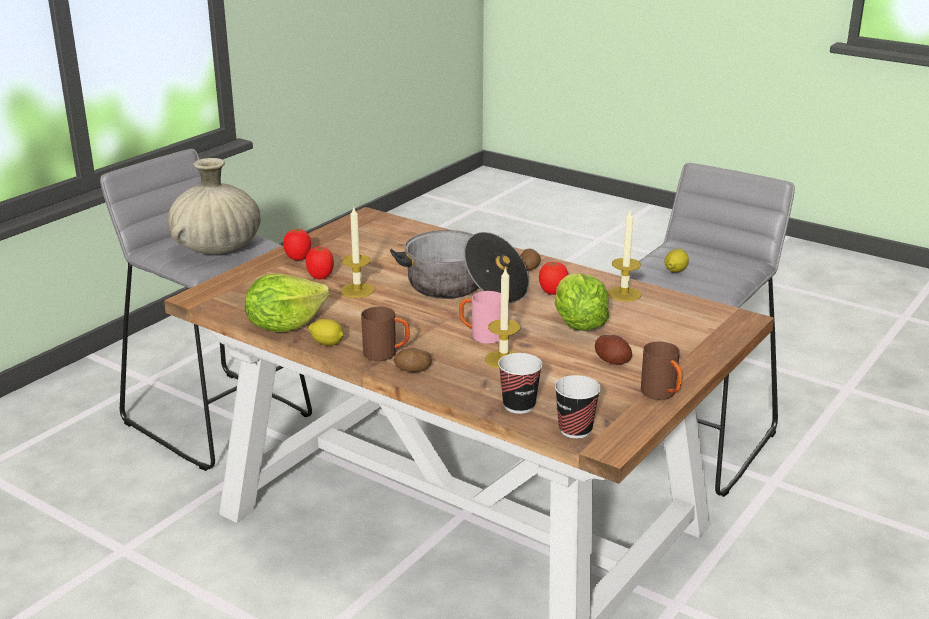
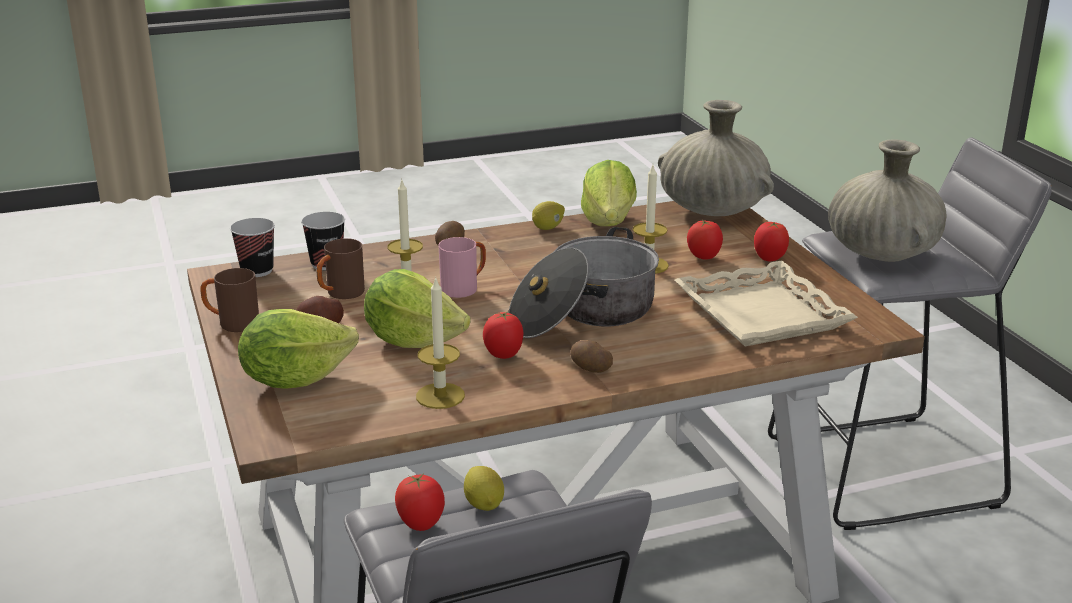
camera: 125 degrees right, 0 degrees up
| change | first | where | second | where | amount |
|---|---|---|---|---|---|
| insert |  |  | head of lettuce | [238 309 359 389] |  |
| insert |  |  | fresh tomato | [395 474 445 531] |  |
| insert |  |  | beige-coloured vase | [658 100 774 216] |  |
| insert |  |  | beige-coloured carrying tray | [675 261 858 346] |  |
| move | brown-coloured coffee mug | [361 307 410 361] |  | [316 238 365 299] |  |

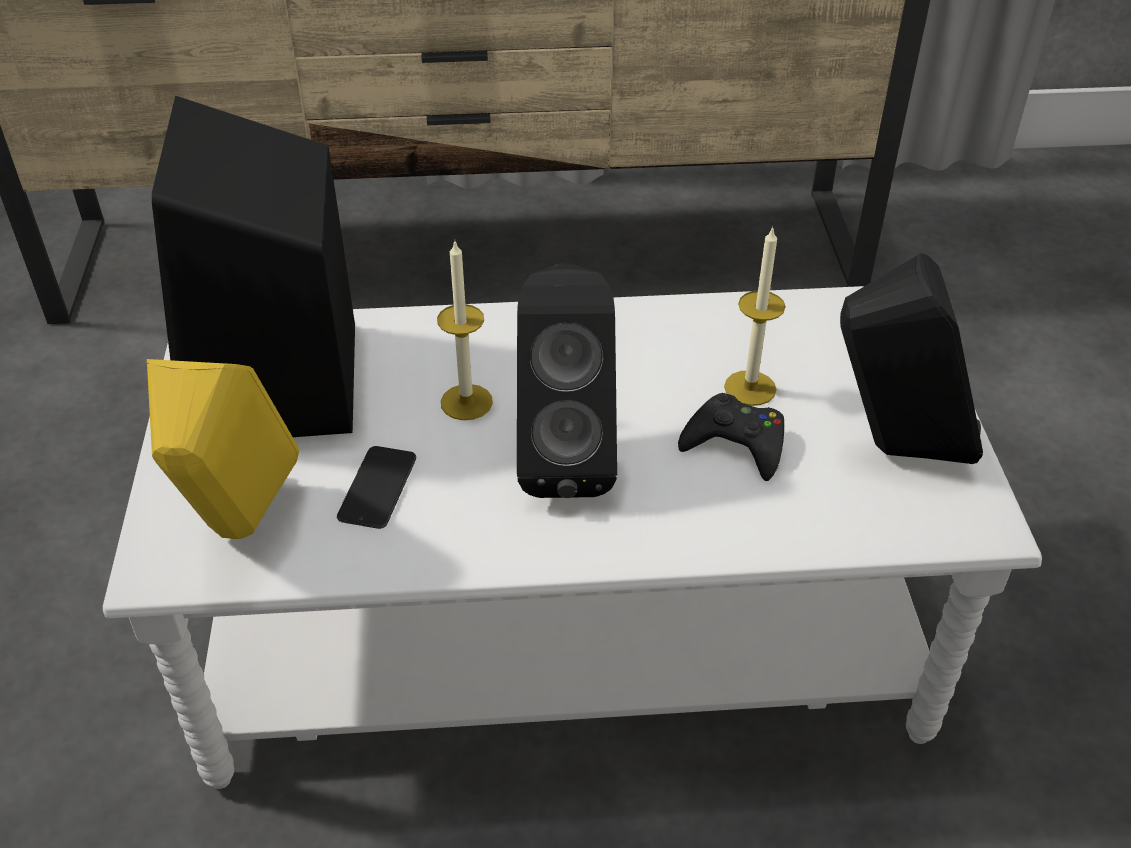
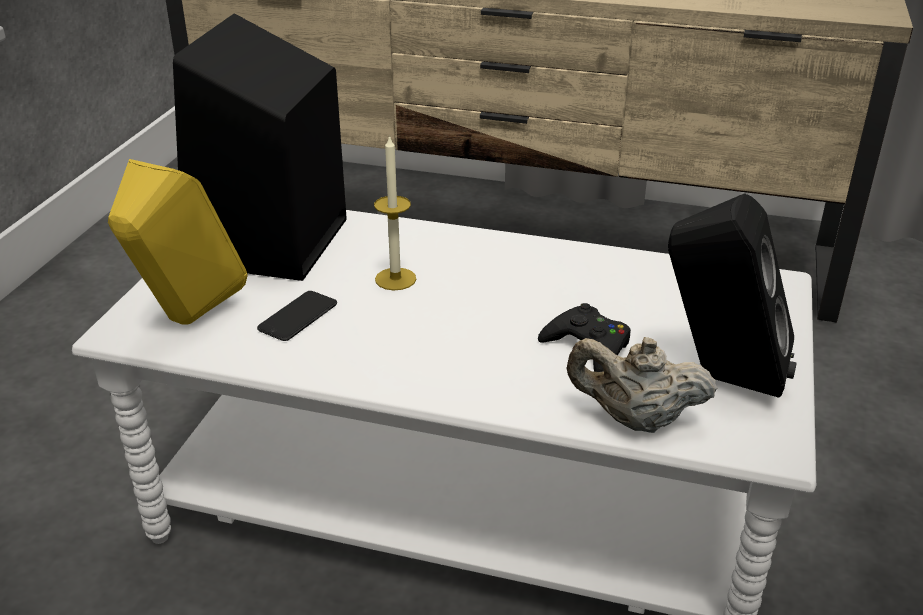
camera: 20 degrees right, 10 degrees down
| change | first | where | second | where | amount |
|---|---|---|---|---|---|
| delete | blackish loudspeaker | [517 263 617 498] |  |  |  |
| delete | wax light | [724 226 786 406] |  |  |  |
| insert |  |  | beige-coloured pot for tea | [566 337 717 433] |  |

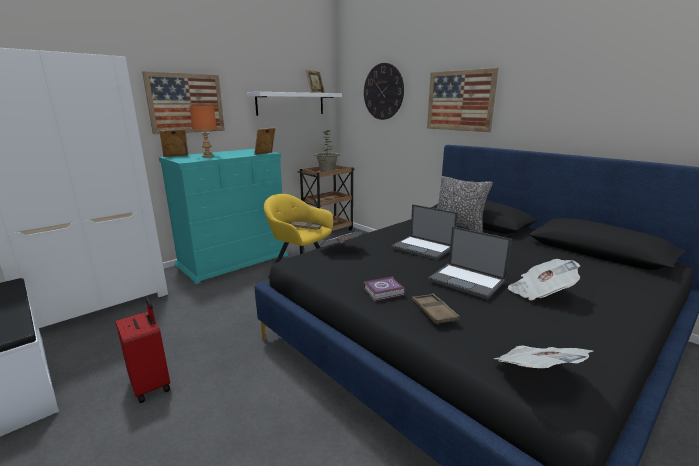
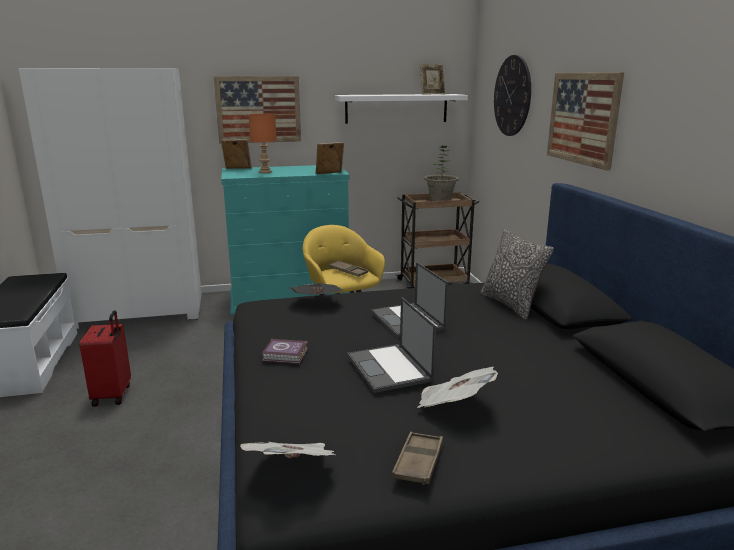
camera: 30 degrees right, 0 degrees up
| change | first | where | second | where | amount |
|---|---|---|---|---|---|
| move | brown-coloured carrying tray | [412 293 460 325] |  | [392 432 443 485] |  |

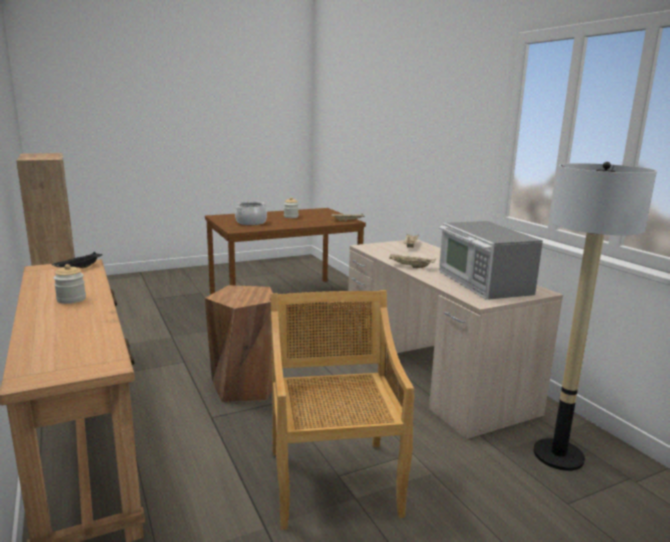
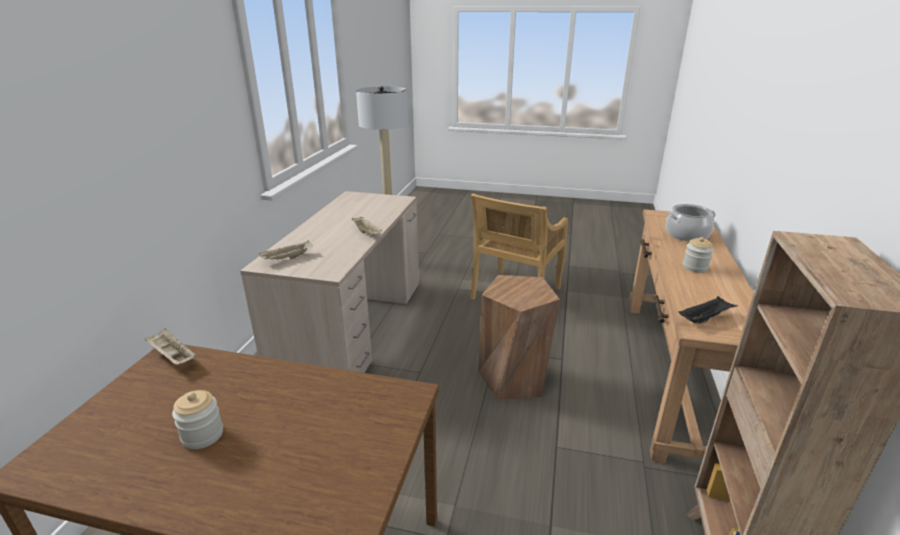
camera: 140 degrees left, 10 degrees up
| change | first | where | second | where | amount |
|---|---|---|---|---|---|
| delete | microwave | [439 221 543 300] |  |  |  |
| move | saucepot | [235 201 267 225] |  | [666 204 716 241] |  |

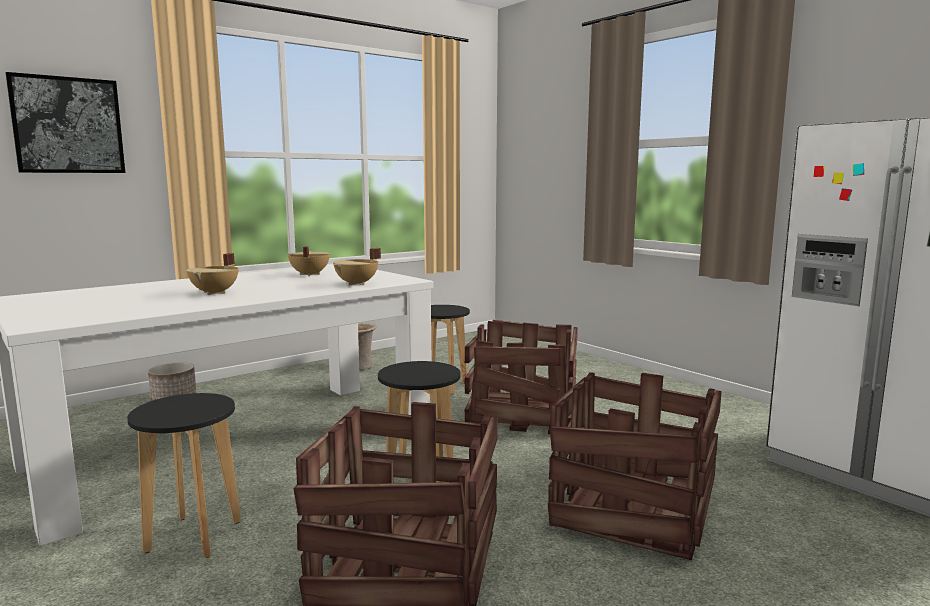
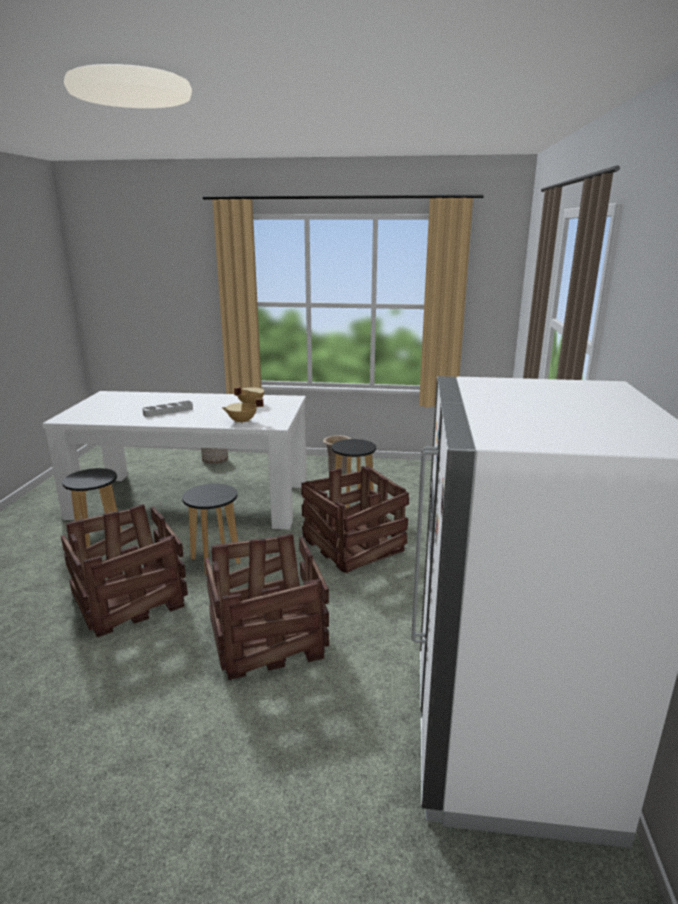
camera: 45 degrees right, 10 degrees up
| change | first | where | second | where | amount |
|---|---|---|---|---|---|
| delete | picture | [6 72 125 173] |  |  |  |
| replace | beige-coloured saucepot | [186 253 239 295] | greyish carrying tray | [142 401 193 417] |  |

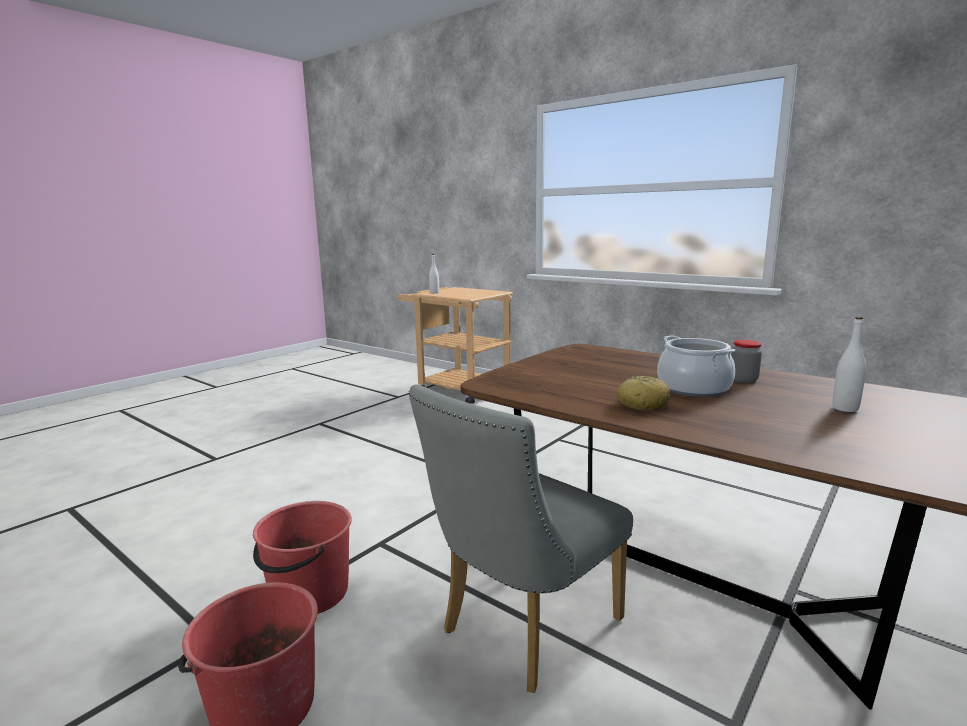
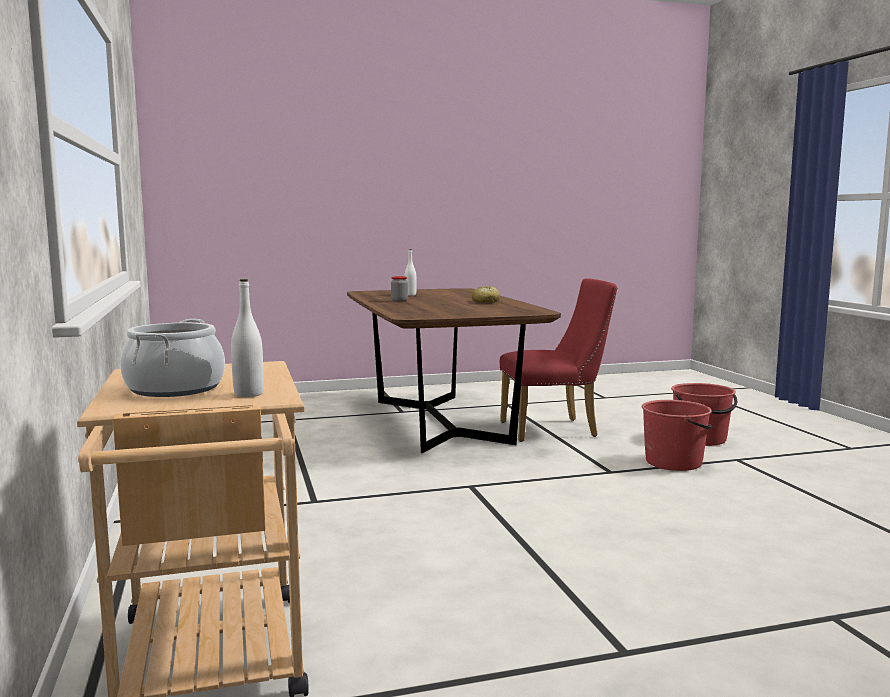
camera: 145 degrees left, 5 degrees down
| change | first | where | second | where | amount |
|---|---|---|---|---|---|
| move | saucepot | [657 336 736 397] |  | [120 319 225 397] |  |
| recolor | greyish plain chair | [408 384 633 693] | reddish plain chair | [500 279 617 442] |  |

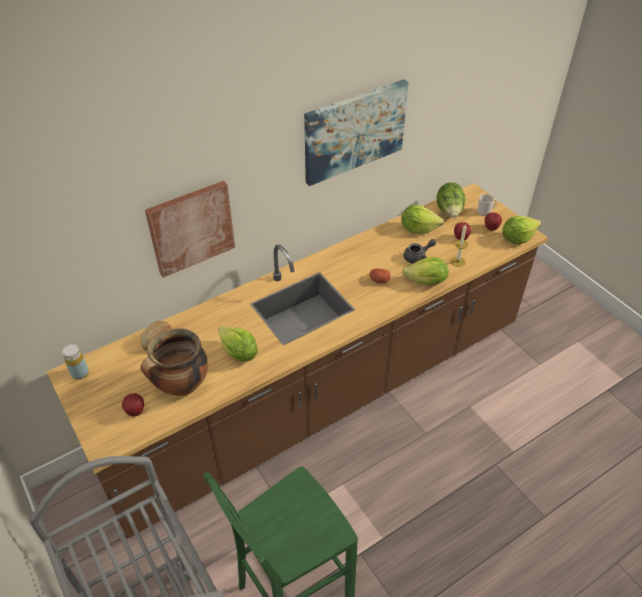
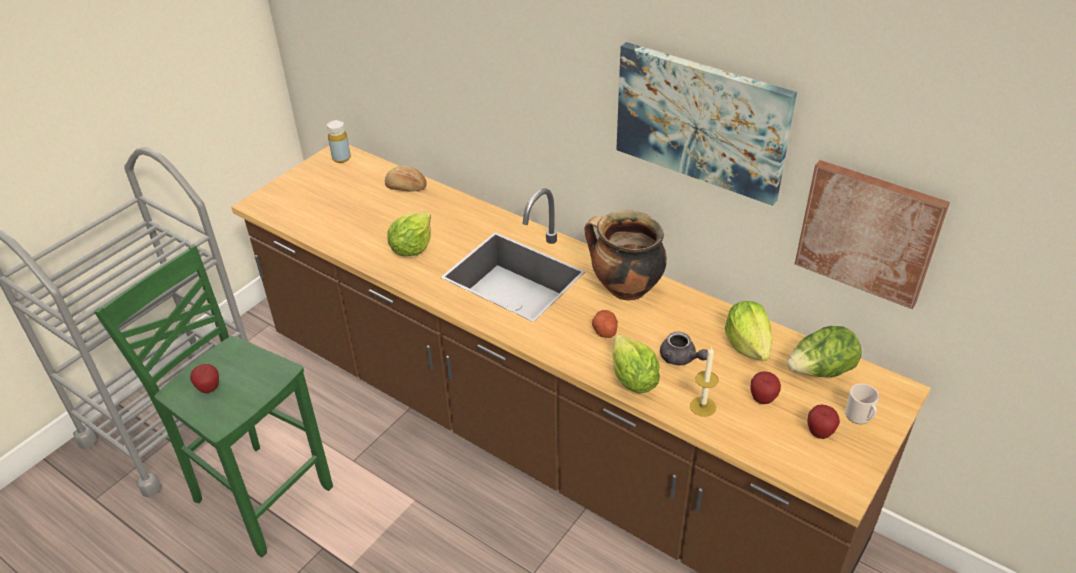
camera: 70 degrees right, 5 degrees down
| change | first | where | second | where | amount |
|---|---|---|---|---|---|
| delete | head of lettuce | [502 216 541 244] |  |  |  |
| move | apple | [122 393 144 416] |  | [190 364 219 393] |  |
| move | saucepot | [140 328 208 396] |  | [584 211 667 300] |  |
| move | picture | [145 181 235 277] |  | [795 160 950 309] |  |

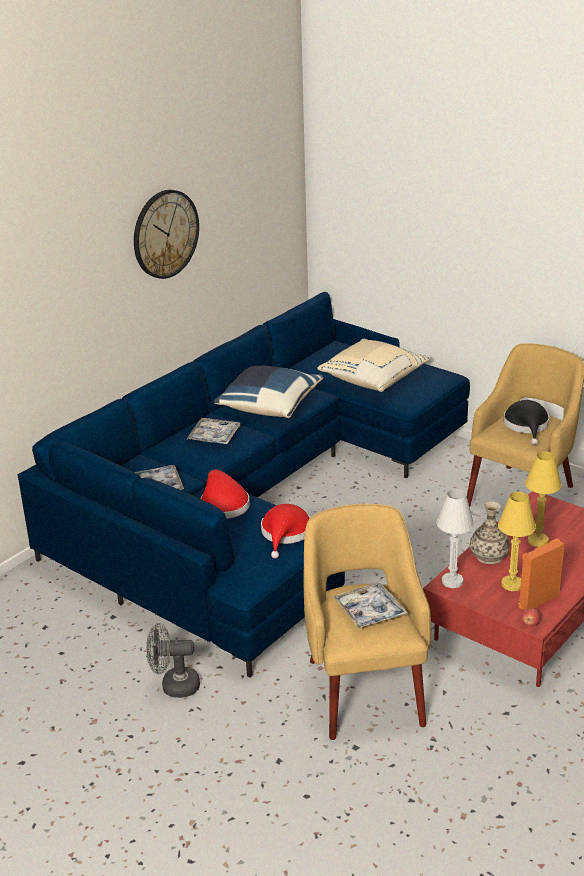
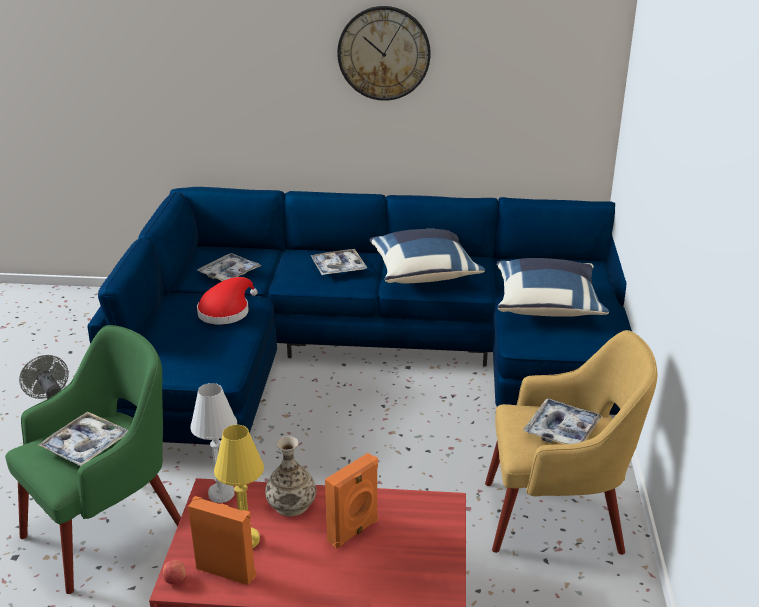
camera: 55 degrees right, 0 degrees up
| change | first | where | second | where | amount |
|---|---|---|---|---|---|
| delete | reddish hat | [261 504 310 559] |  |  |  |
| replace | blackish hat | [503 400 549 445] | carrying tray | [523 398 602 444] |  |
| replace | yellow-coloured table lamp | [525 451 561 547] | orange loudspeaker | [325 453 378 549] |  |
| recolor | yellow-coloured lounge chair | [303 504 431 740] | green-coloured lounge chair | [5 325 181 594] |  |
| recolor | beige-coloured pillow | [317 339 430 392] | blue-coloured pillow | [497 258 609 317] |  |

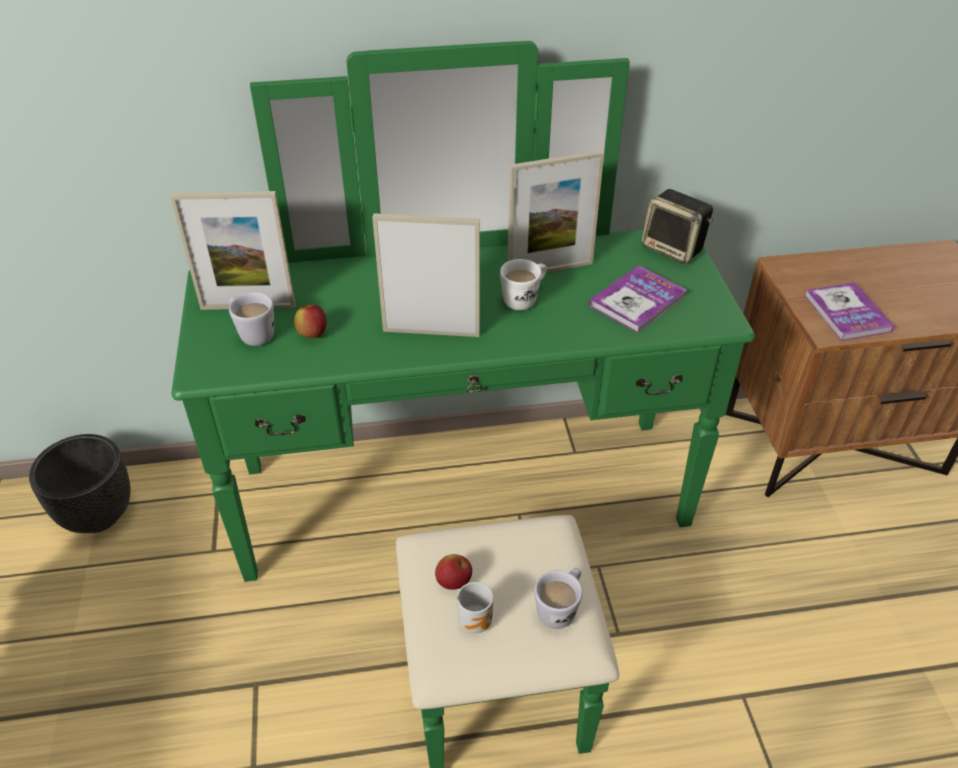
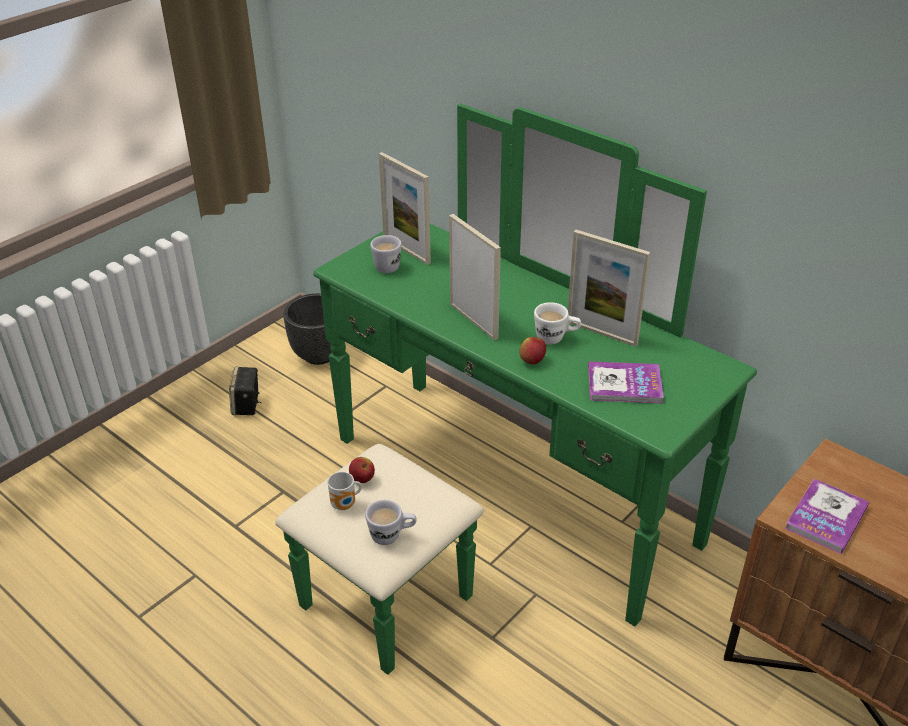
camera: 50 degrees right, 5 degrees down
| change | first | where | second | where | amount |
|---|---|---|---|---|---|
| move | apple | [294 305 327 338] |  | [519 337 546 364] |  |
| move | loudspeaker | [641 189 713 264] |  | [229 366 261 415] |  |

